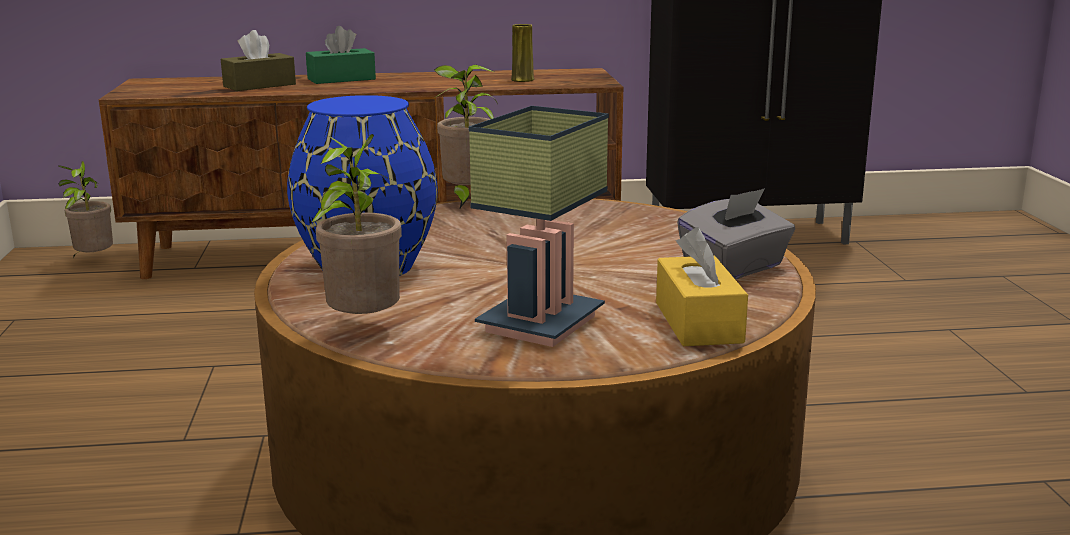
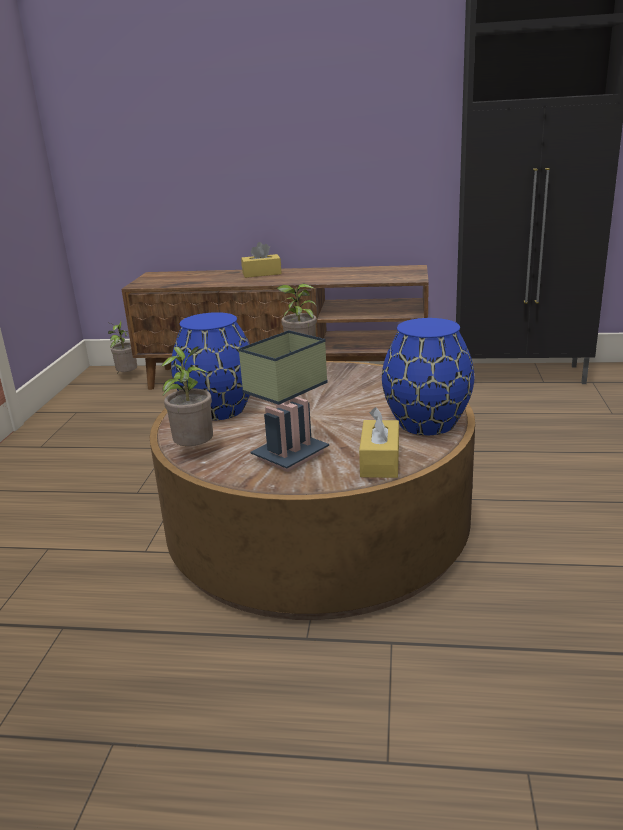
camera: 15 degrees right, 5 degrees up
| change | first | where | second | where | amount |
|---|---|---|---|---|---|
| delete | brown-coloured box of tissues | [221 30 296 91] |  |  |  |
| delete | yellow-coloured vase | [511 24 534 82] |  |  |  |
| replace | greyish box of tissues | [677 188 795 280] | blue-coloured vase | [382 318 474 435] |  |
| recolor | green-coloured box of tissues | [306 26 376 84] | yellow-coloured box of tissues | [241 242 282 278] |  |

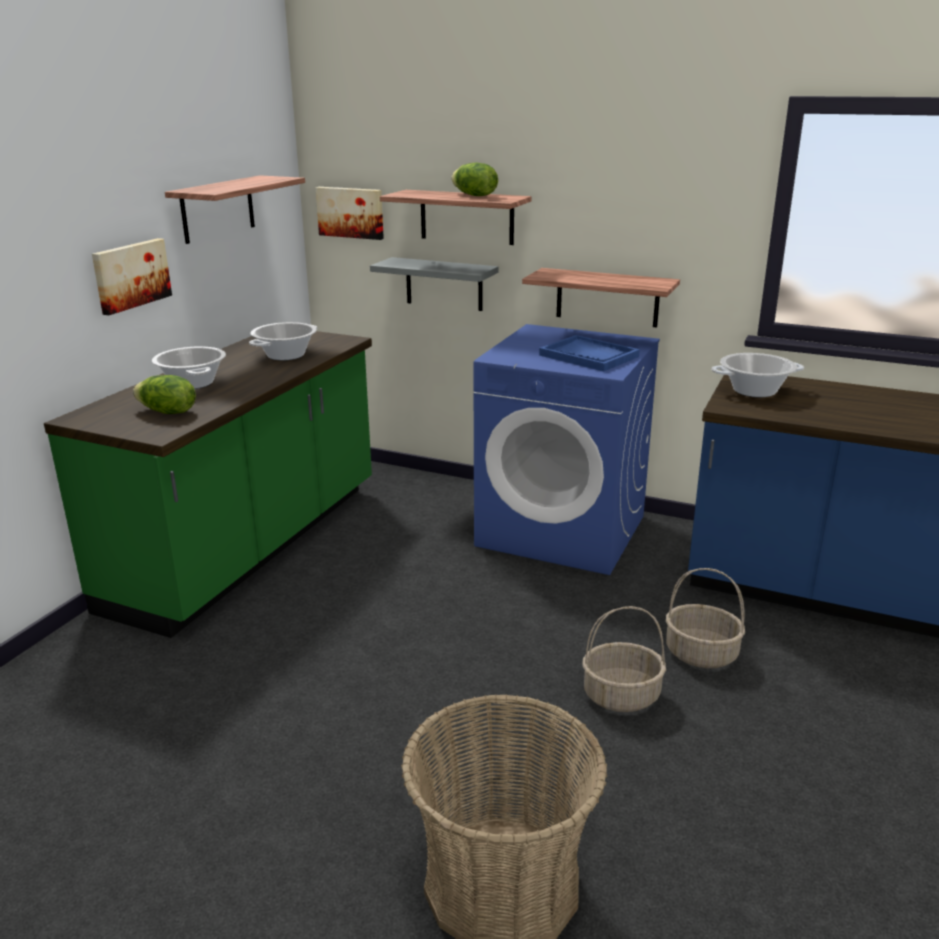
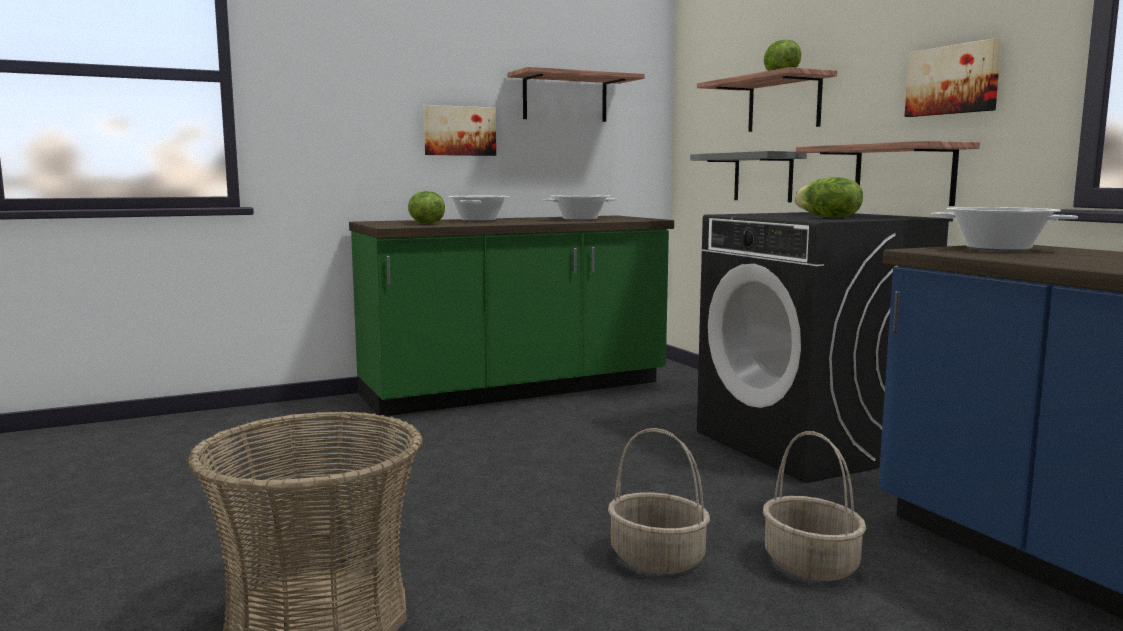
camera: 40 degrees right, 15 degrees down
| change | first | where | second | where | amount |
|---|---|---|---|---|---|
| move | picture | [315 187 384 240] |  | [904 38 1002 117] |  |
| replace | blue-coloured carrying tray | [539 335 640 372] | head of lettuce | [794 177 863 218] |  |
| recolor | blue-coloured laundry appliance | [473 324 660 575] | blackish laundry appliance | [697 212 953 483] |  |

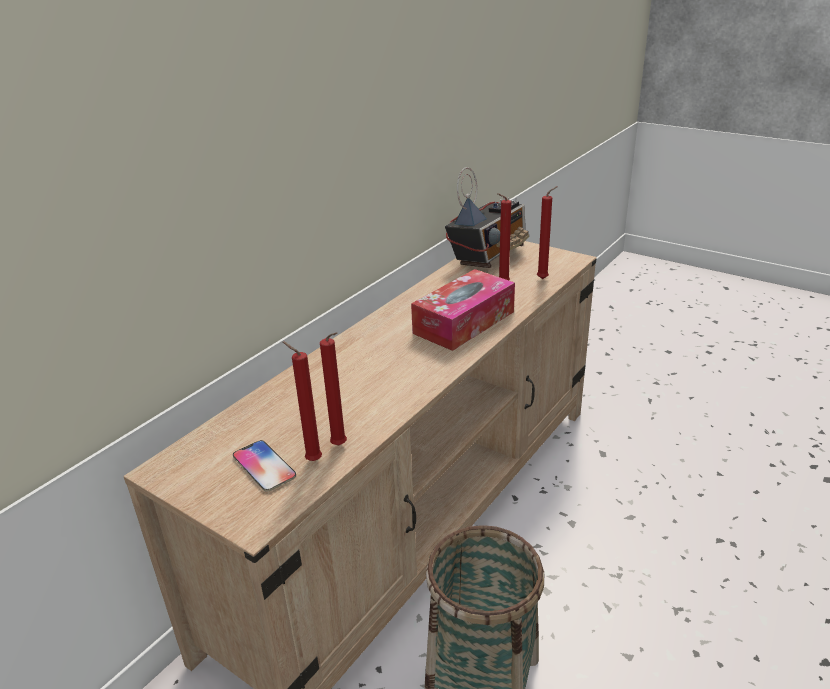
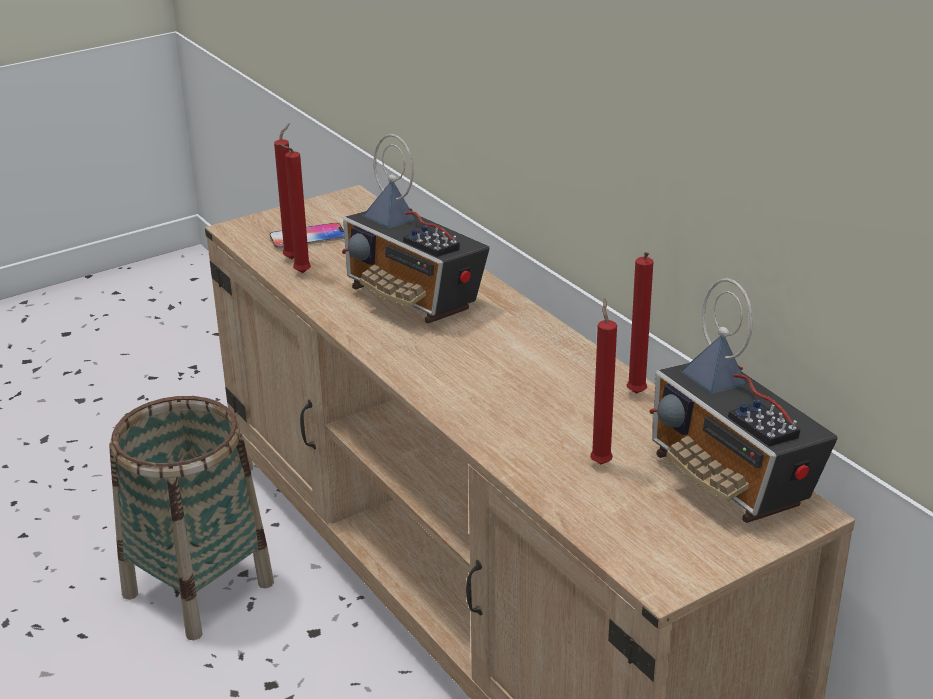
camera: 110 degrees right, 0 degrees up
| change | first | where | second | where | amount |
|---|---|---|---|---|---|
| delete | box of tissues | [411 269 515 351] |  |  |  |
| insert |  |  | radio set | [342 134 490 324] |  |
| move | reddish wax light | [537 186 558 279] |  | [627 252 653 394] |  |

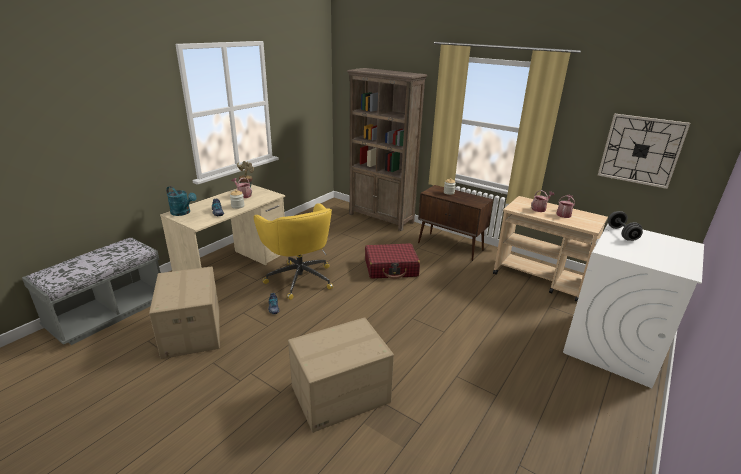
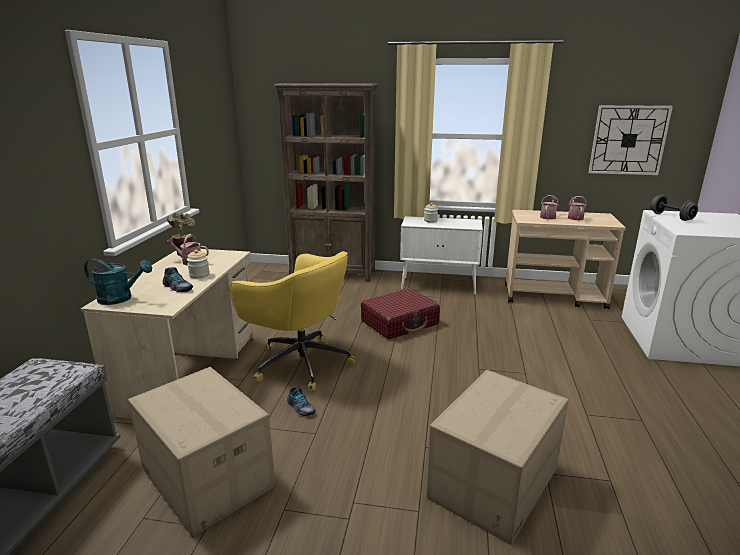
camera: 25 degrees left, 5 degrees down
| change | first | where | second | where | amount |
|---|---|---|---|---|---|
| recolor | brown-coloured cabinet | [418 185 493 261] | white-coloured cabinet | [400 216 483 295] |  |

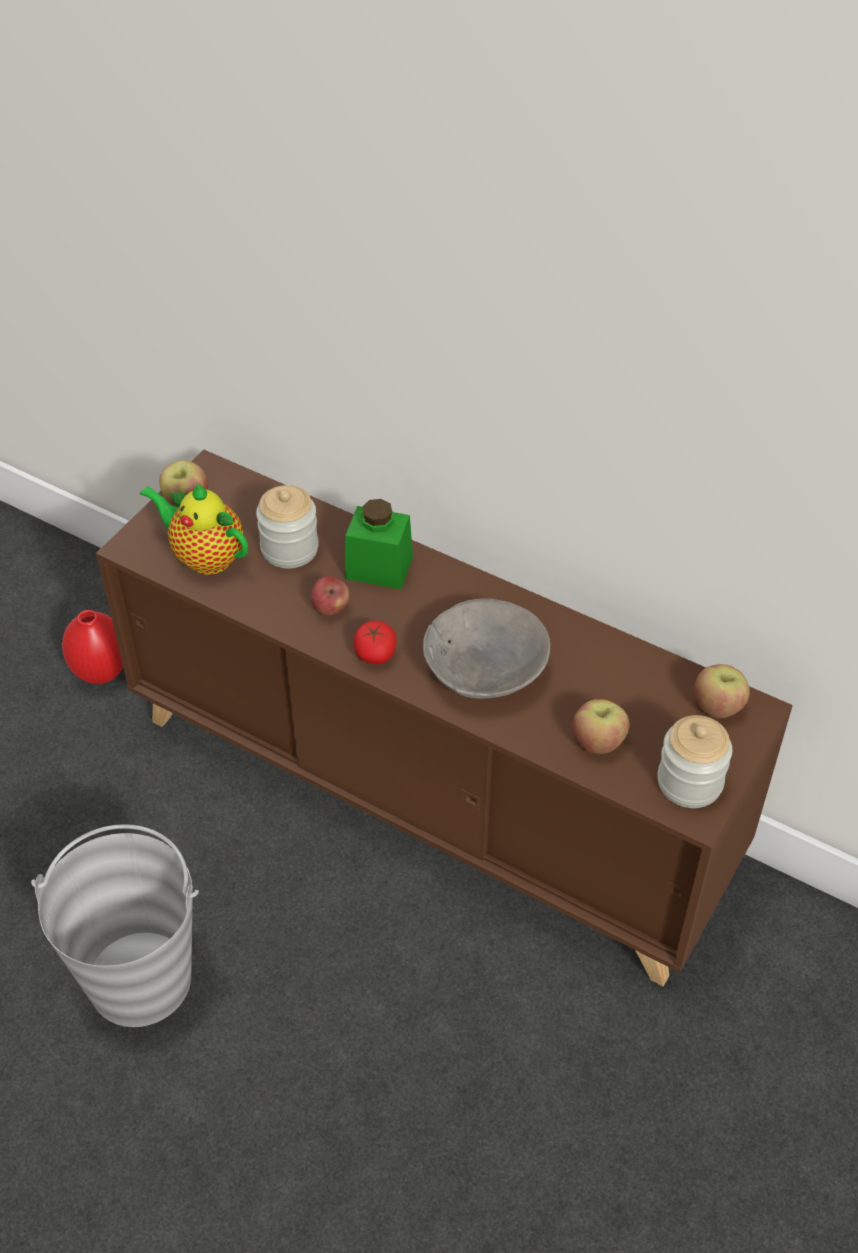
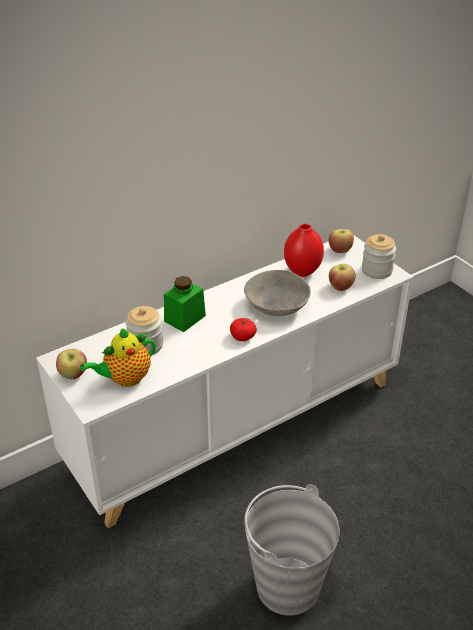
camera: 65 degrees left, 10 degrees down
| change | first | where | second | where | amount |
|---|---|---|---|---|---|
| delete | apple | [310 576 349 615] |  |  |  |
| move | reddish vase | [62 610 123 684] |  | [284 224 324 277] |  |
| recolor | brown-coloured cabinet | [96 449 793 986] | white-coloured cabinet | [36 236 413 528] |  |

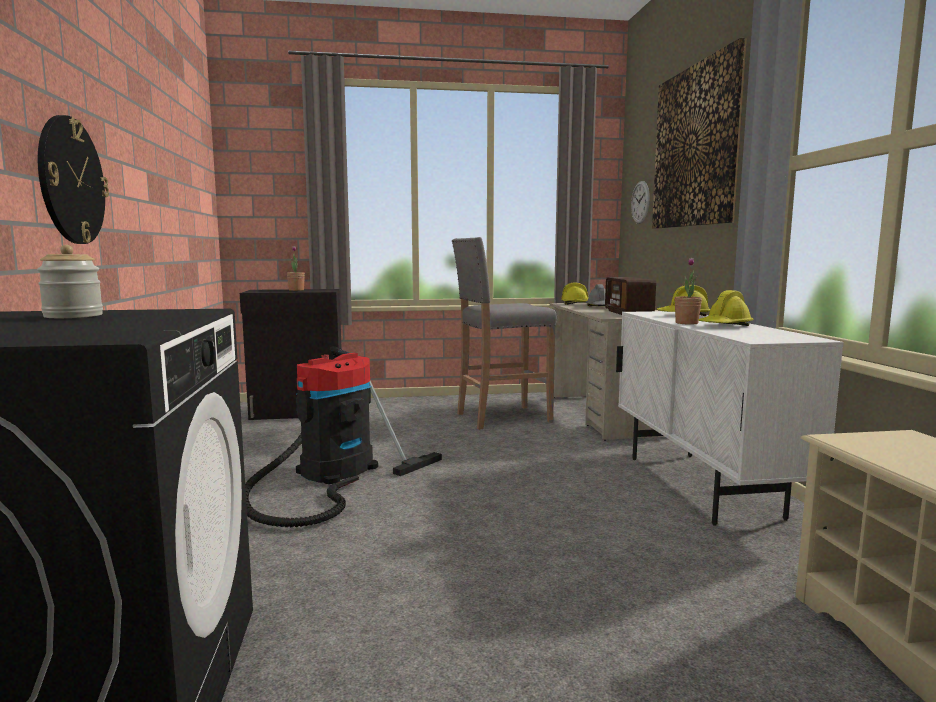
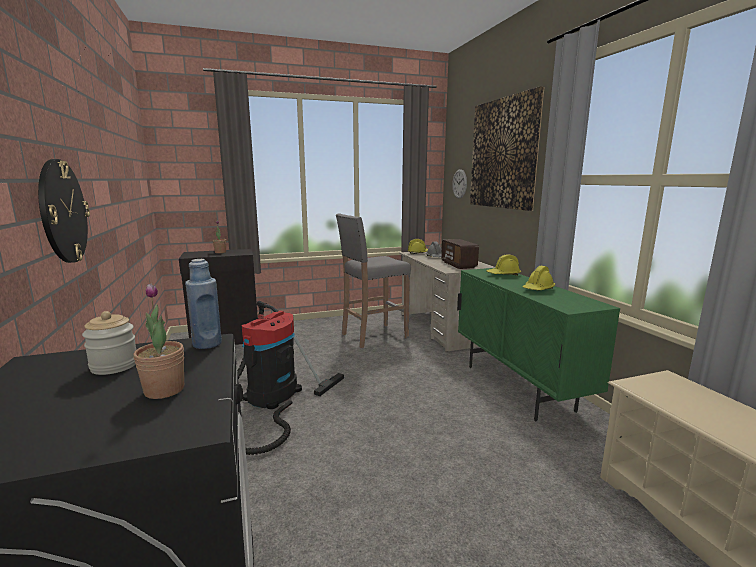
camera: 10 degrees left, 5 degrees up
| change | first | where | second | where | amount |
|---|---|---|---|---|---|
| insert |  |  | blue-coloured beverage bottle | [185 259 222 349] |  |
| move | potted plant | [675 258 702 325] |  | [133 283 184 399] |  |
| recolor | white-coloured cabinet | [616 311 844 526] | green-coloured cabinet | [457 268 620 421] |  |

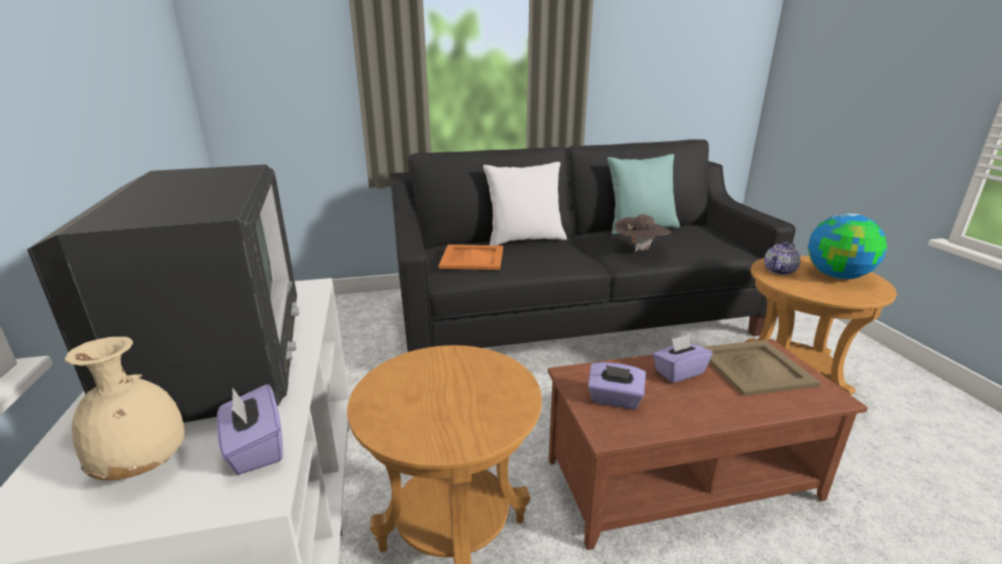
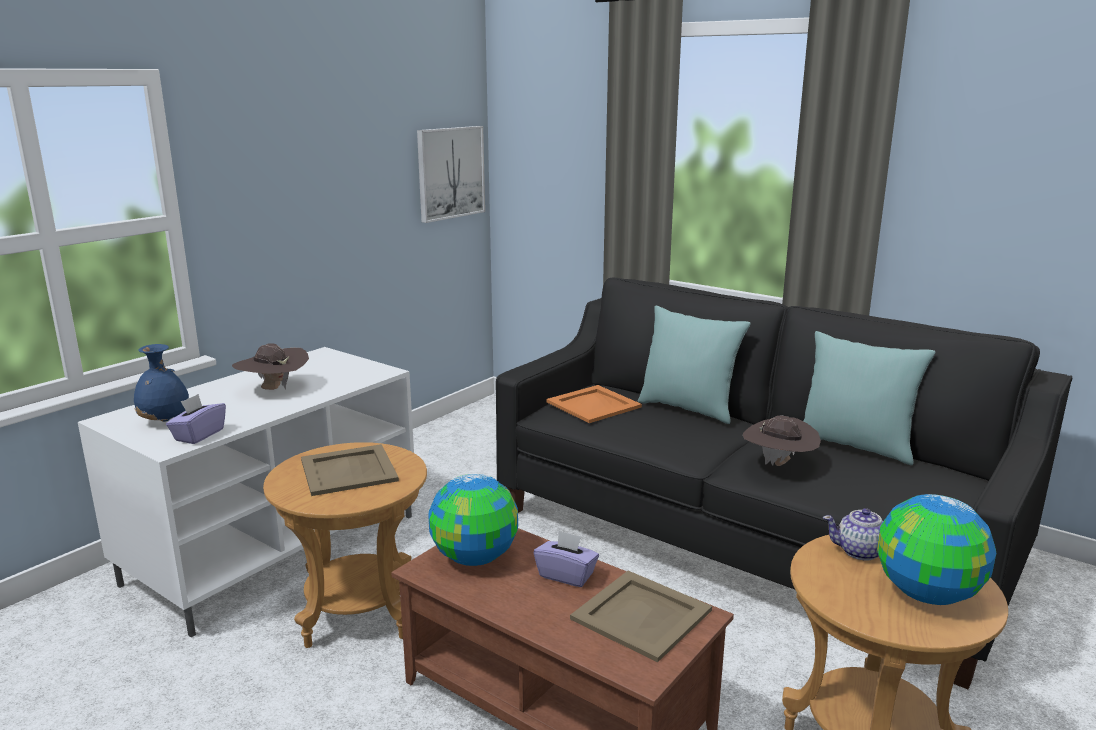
camera: 50 degrees right, 5 degrees down
| change | first | where | second | where | amount |
|---|---|---|---|---|---|
| insert |  |  | beige-coloured carrying tray | [301 444 399 496] |  |
| insert |  |  | picture | [417 126 485 223] |  |
| replace | TV | [27 164 299 423] | brown-coloured hat | [232 343 309 390] |  |
| replace | purple-coloured box of tissues | [588 362 646 409] | world globe | [428 474 518 566] |  |
| recolor | beige-coloured vase | [65 337 185 480] | blue-coloured vase | [134 344 189 422] |  |
| recolor | white-coloured pillow | [483 162 567 246] | turquoise-coloured pillow | [638 305 750 424] |  |

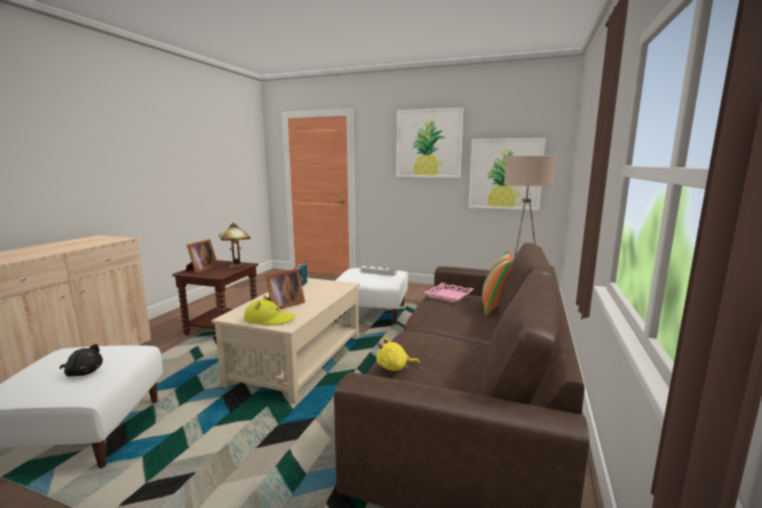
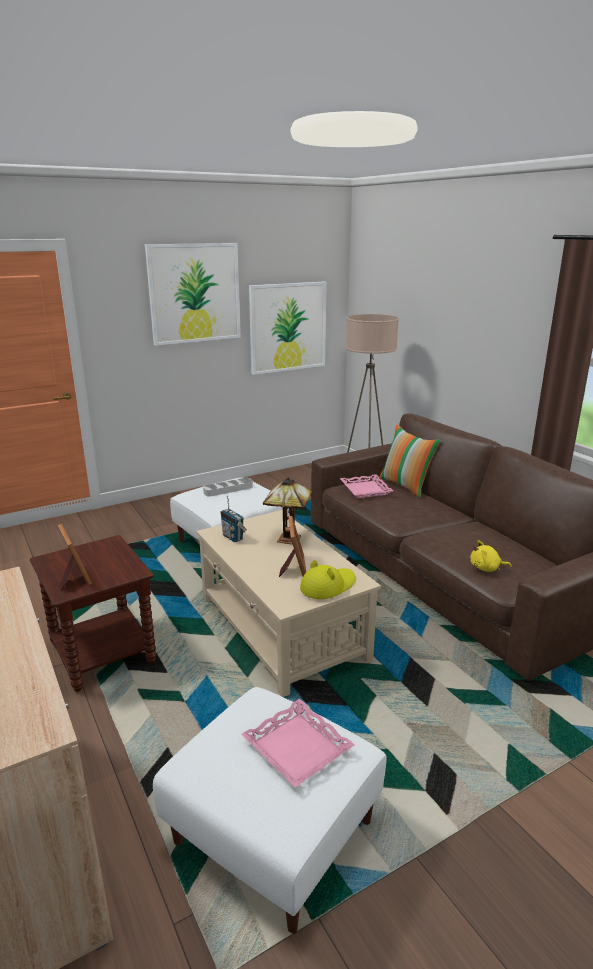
camera: 50 degrees left, 10 degrees up
| change | first | where | second | where | amount |
|---|---|---|---|---|---|
| move | table lamp | [219 223 251 268] |  | [263 477 312 545] |  |
| replace | blackish cuddly toy | [60 344 103 377] | pink-coloured carrying tray | [241 699 355 788] |  |
| rotate | yellow-coloured cuddly toy | [376 338 420 371] |  | [470 540 512 572] | 60 degrees clockwise |

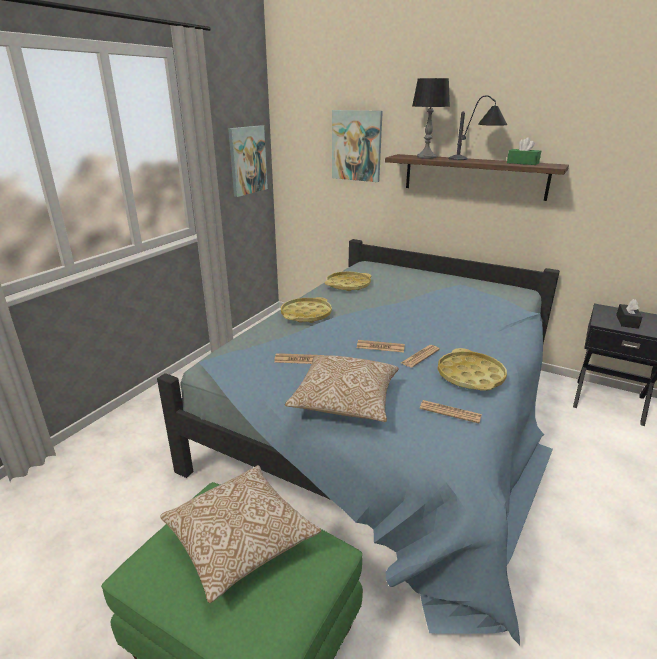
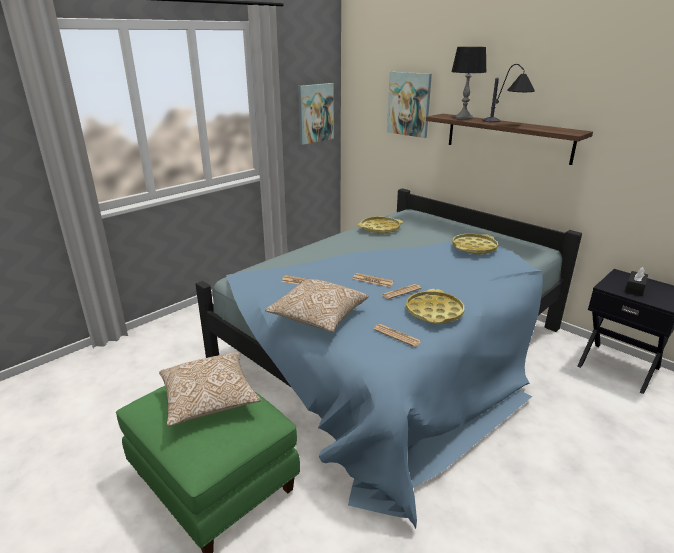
camera: 15 degrees right, 0 degrees up
| change | first | where | second | where | amount |
|---|---|---|---|---|---|
| delete | green-coloured box of tissues | [507 137 541 165] |  |  |  |
| move | yellow-coloured carrying tray | [281 297 332 323] |  | [452 234 498 255] |  |

